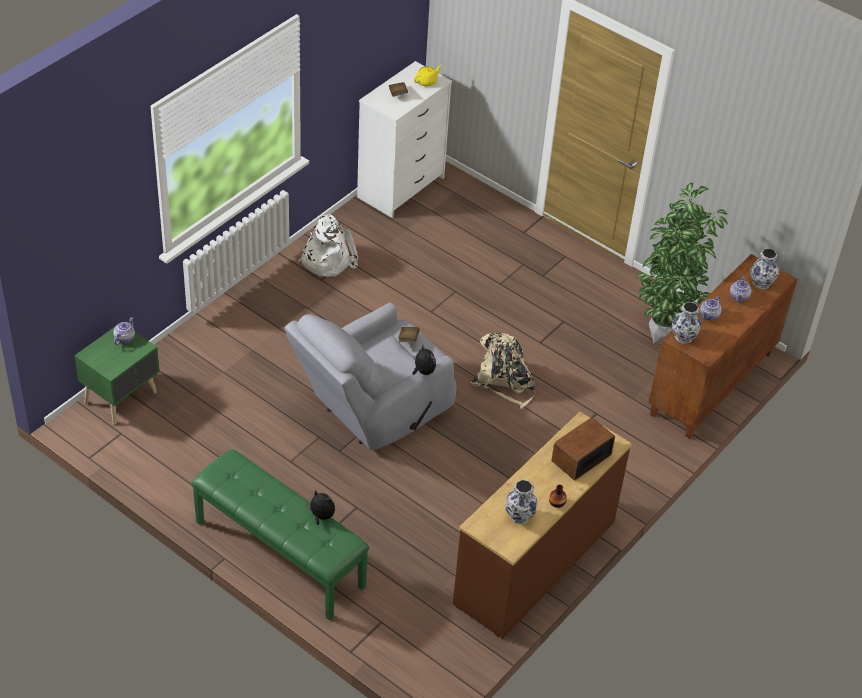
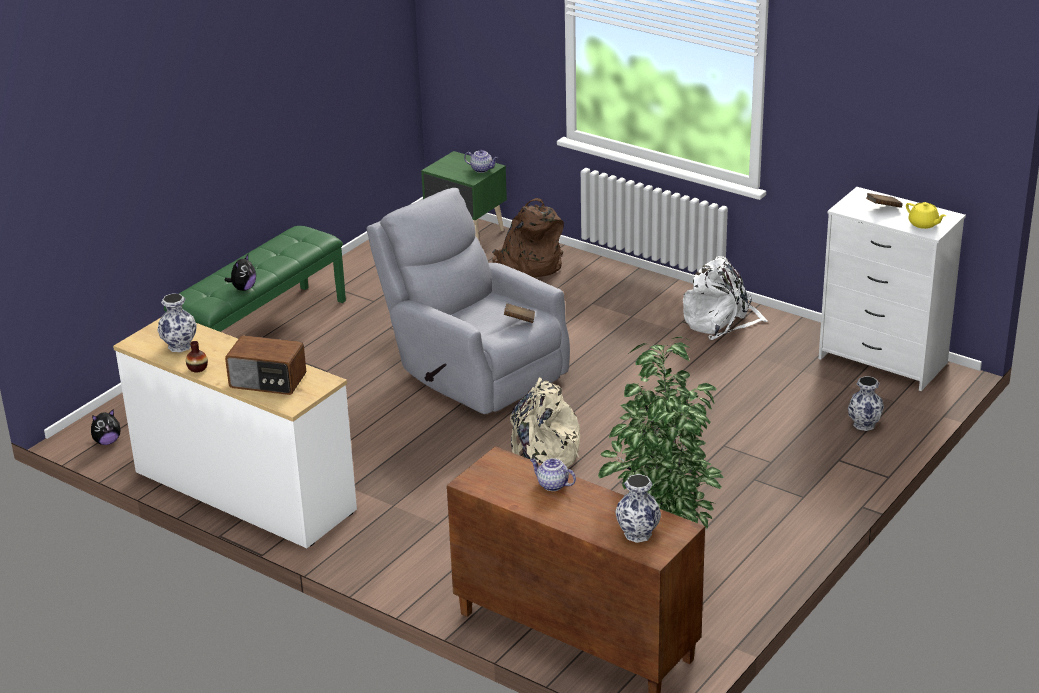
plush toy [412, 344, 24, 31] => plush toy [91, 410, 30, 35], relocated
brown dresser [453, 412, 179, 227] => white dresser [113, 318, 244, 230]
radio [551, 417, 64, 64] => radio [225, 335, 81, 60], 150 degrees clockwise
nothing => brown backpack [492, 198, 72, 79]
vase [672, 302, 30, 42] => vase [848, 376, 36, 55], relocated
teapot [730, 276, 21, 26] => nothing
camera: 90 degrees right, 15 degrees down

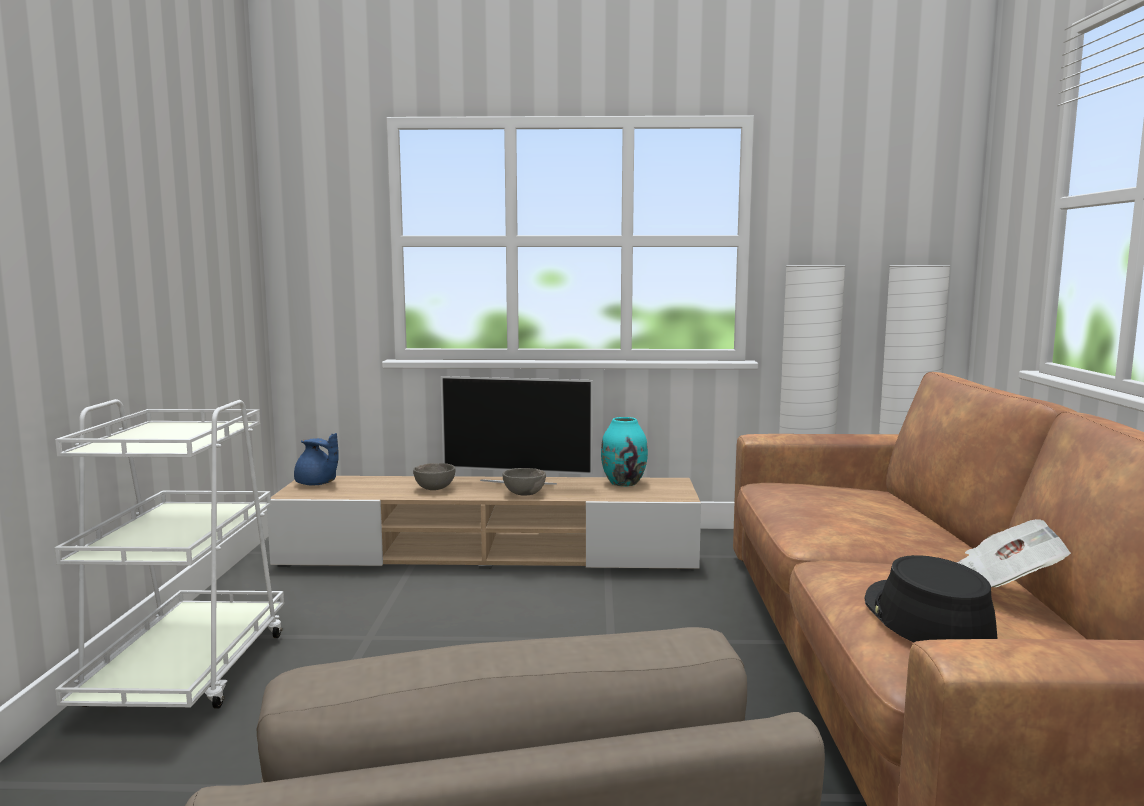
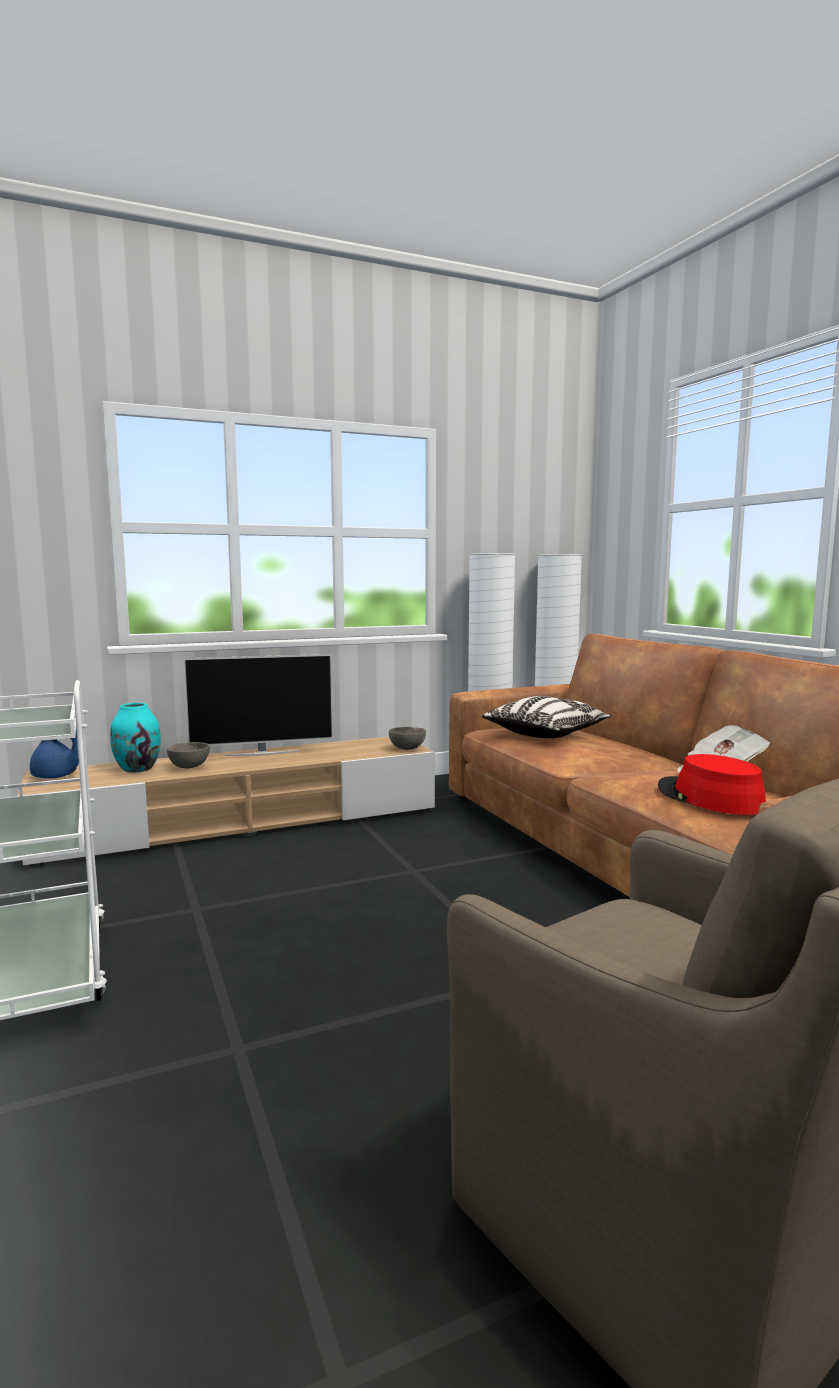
turquoise vase [601, 417, 47, 70] => turquoise vase [110, 703, 51, 70], relocated
grey bowl [502, 468, 44, 27] => grey bowl [389, 727, 37, 23], relocated
nothing => pillow [482, 696, 129, 42]
black hat [865, 555, 132, 87] => red hat [658, 754, 108, 61]
camera: 25 degrees left, 0 degrees up

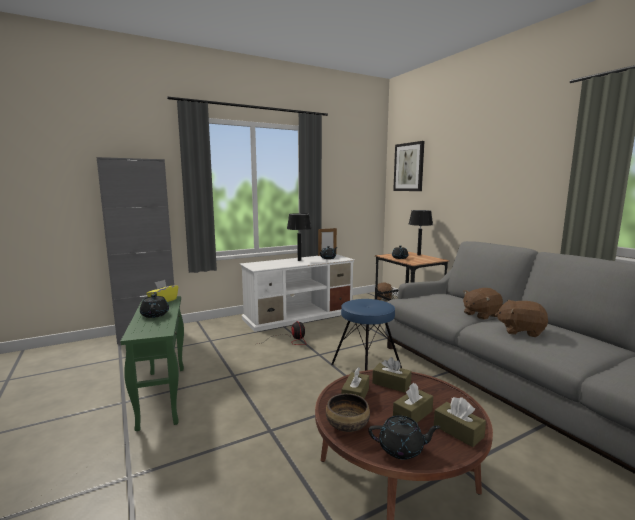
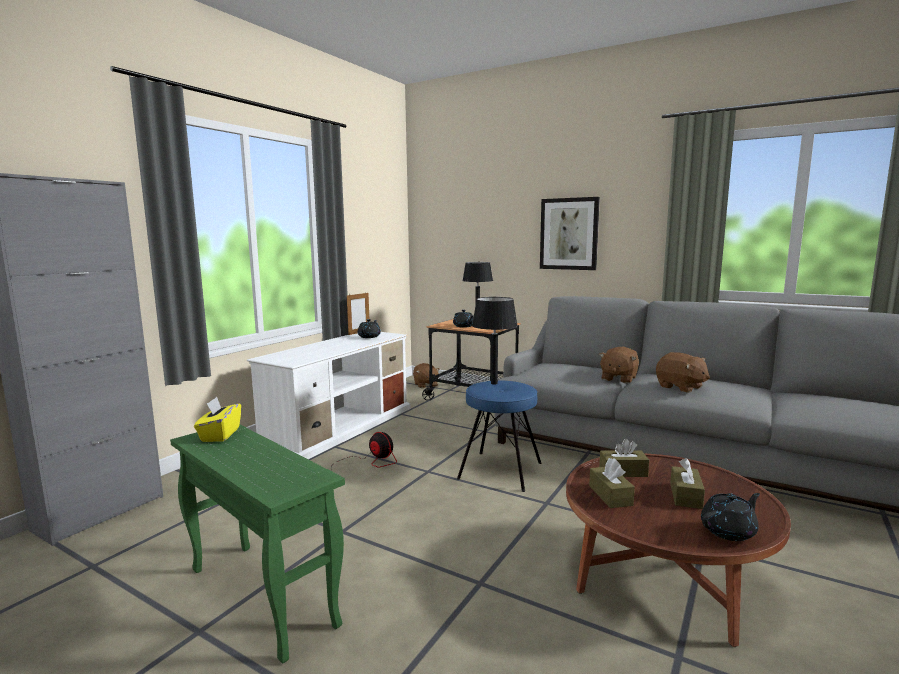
black table lamp [287, 213, 25, 48] => black table lamp [472, 297, 46, 87], relocated
picture [393, 141, 31, 50] => picture [540, 197, 60, 73], relocated
brown plush toy [495, 300, 53, 37] => brown plush toy [656, 352, 54, 41], 120 degrees counterclockwise
black teapot [140, 293, 29, 25] => nothing
bowl [326, 393, 44, 39] => nothing
brown tissue box [434, 397, 52, 50] => nothing
camera: 30 degrees left, 0 degrees up

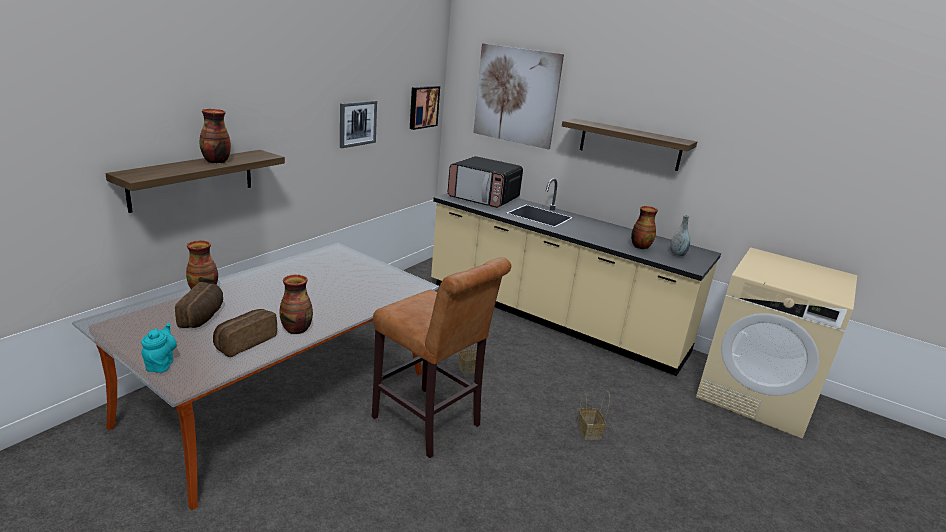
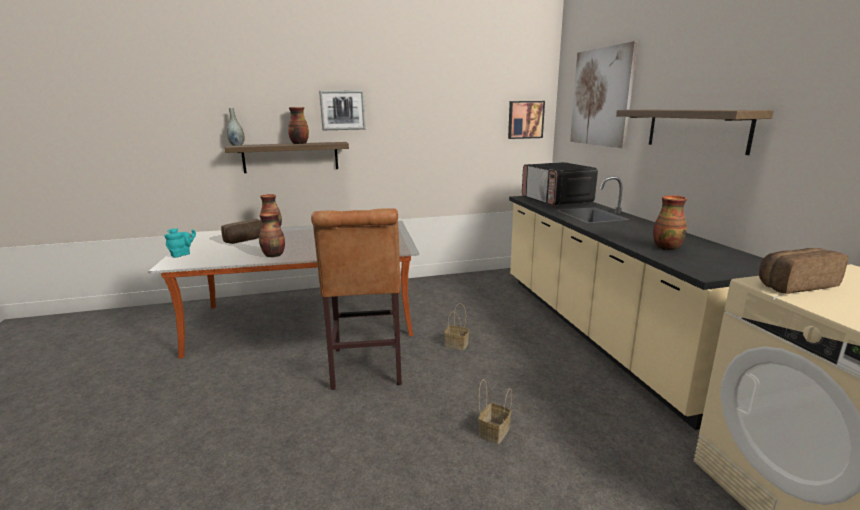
grey vase [670, 215, 20, 42] => grey vase [227, 108, 17, 38], relocated
picture [340, 100, 37, 48] => picture [319, 90, 47, 40], relocated
bread [213, 309, 64, 48] => bread [759, 248, 89, 46], relocated
camera: 45 degrees right, 5 degrees down

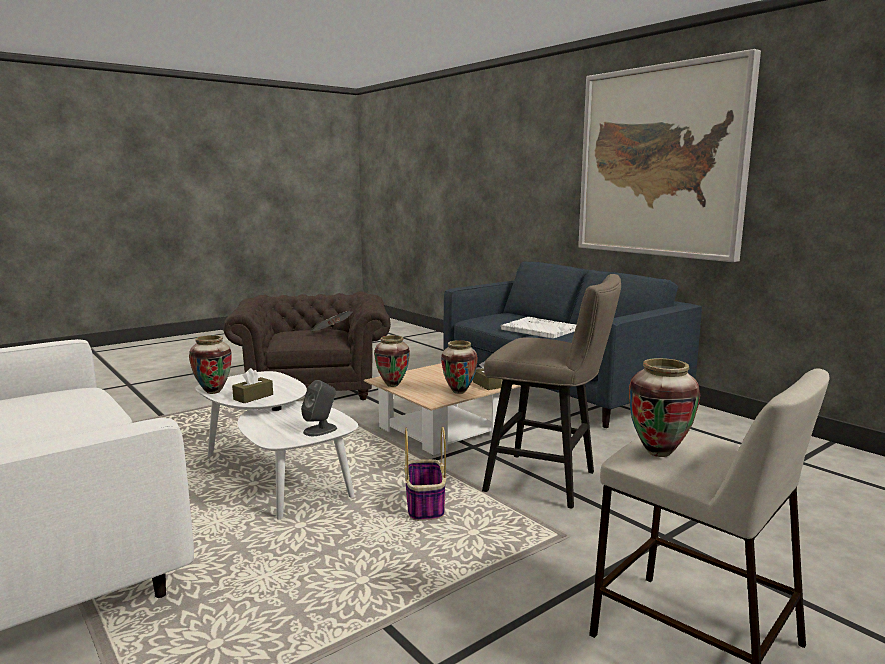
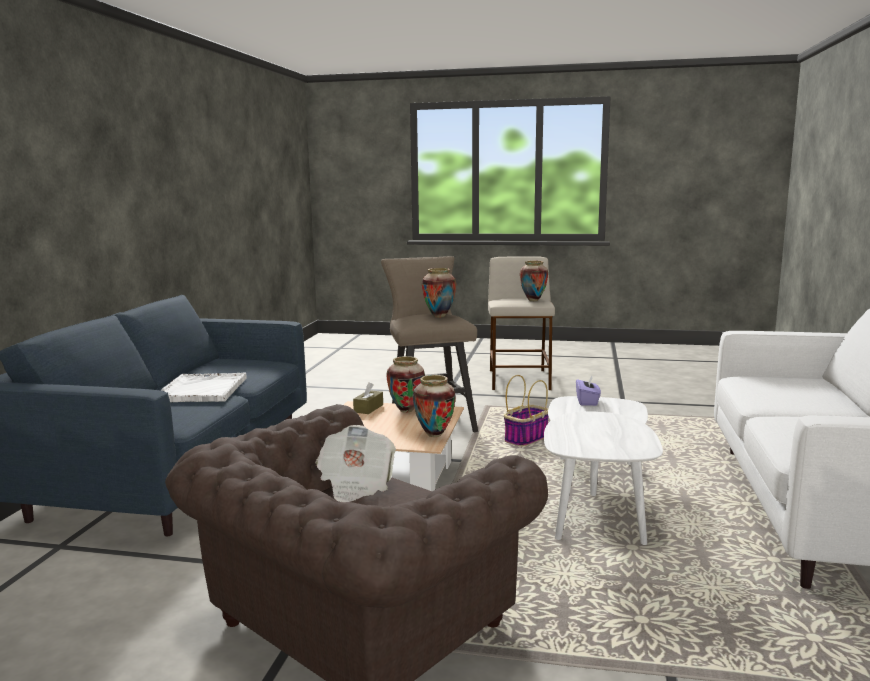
vase [189, 335, 43, 59] => vase [422, 268, 34, 50], relocated
grey speaker [301, 380, 36, 56] => purple tissue box [576, 375, 25, 31]
brown tissue box [232, 368, 41, 35] => nothing
picture [578, 49, 183, 213] => nothing
camera: 130 degrees left, 0 degrees up

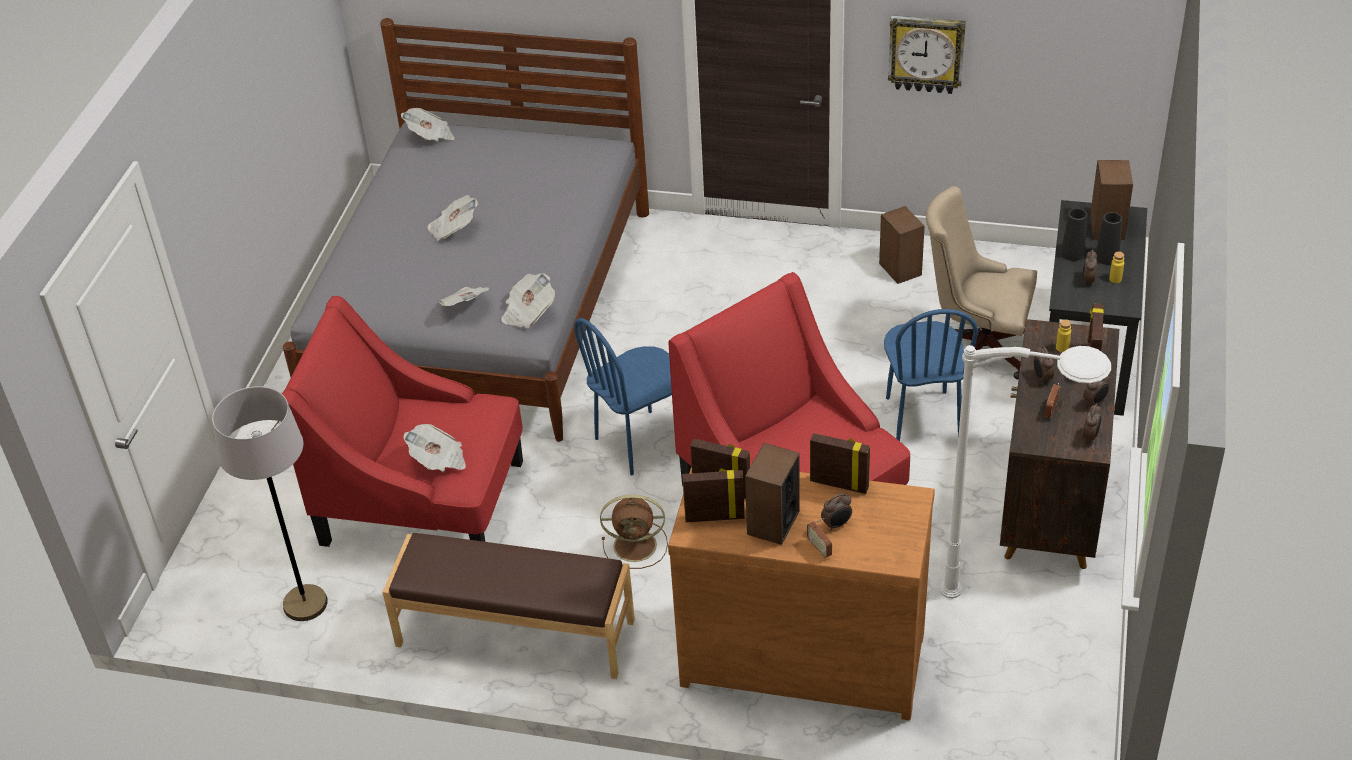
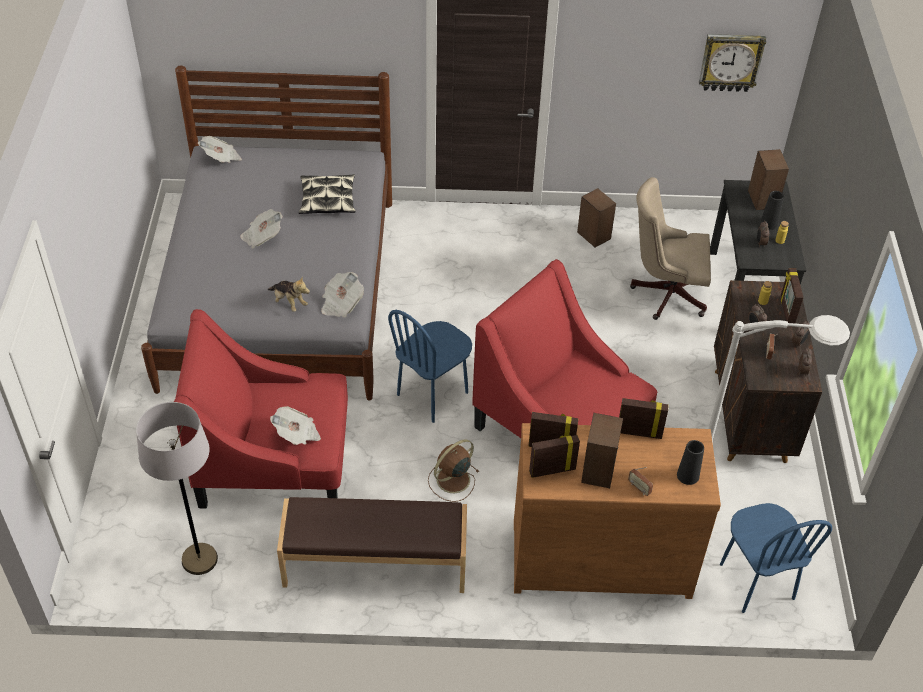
newspaper [439, 287, 50, 19] => plush toy [268, 276, 42, 36]
nothing => pillow [299, 174, 57, 40]
brown fan [600, 495, 68, 74] => brown fan [428, 439, 51, 63], 150 degrees clockwise
black vase [1061, 208, 26, 53] => black vase [677, 440, 27, 45], relocated
wall clock [888, 15, 78, 79] => wall clock [699, 34, 67, 58], relocated
blue chair [884, 309, 94, 132] => blue chair [720, 503, 112, 110], relocated
alarm clock [821, 493, 31, 38] => nothing
camera: 15 degrees left, 5 degrees up

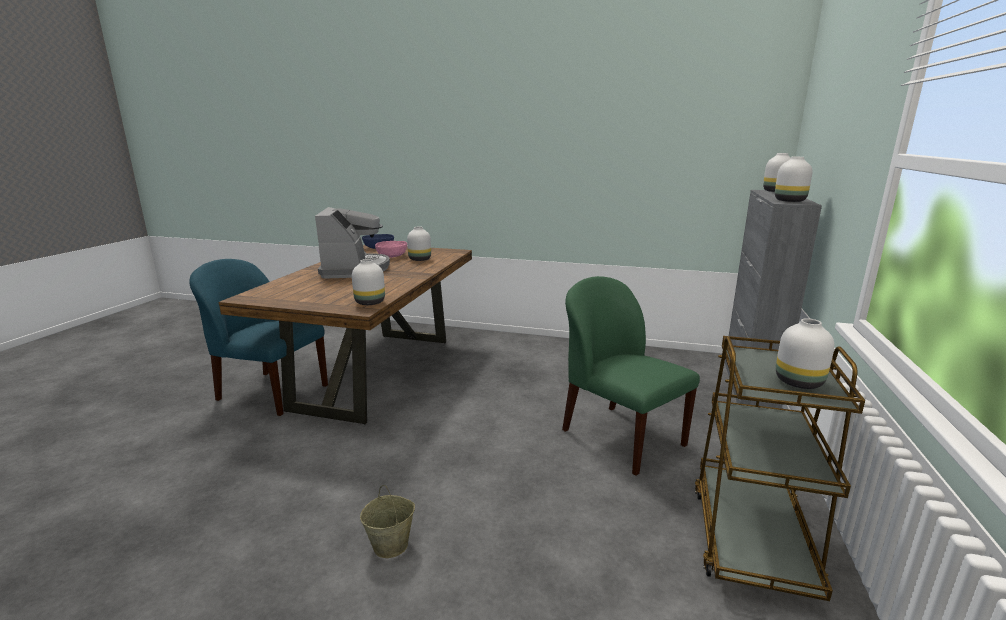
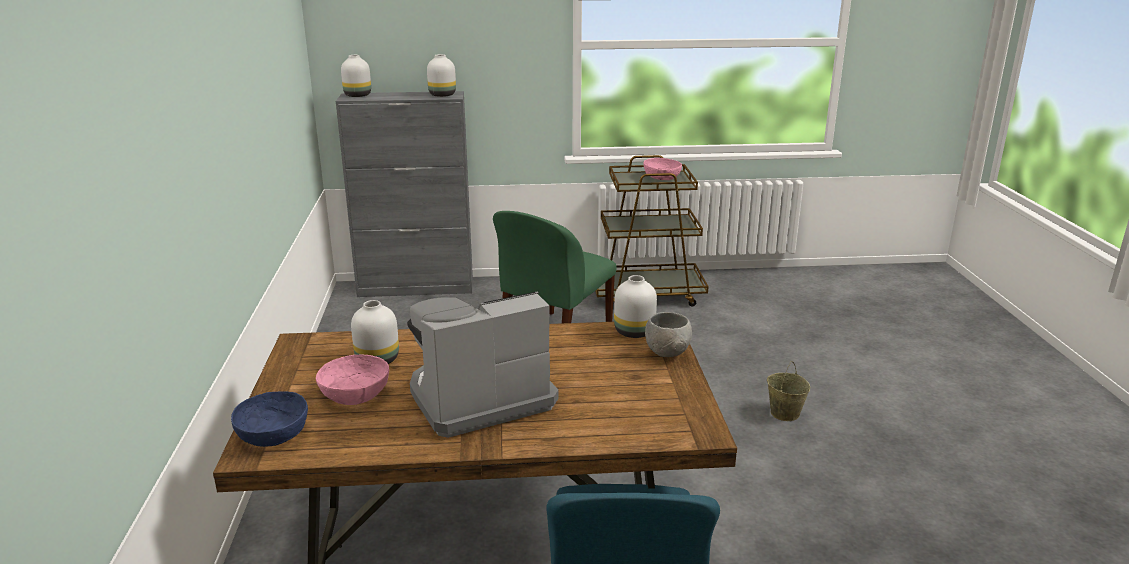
white vase [776, 318, 58, 71] => pink bowl [643, 158, 39, 22]
nothing => grey bowl [645, 312, 47, 45]
camera: 110 degrees left, 5 degrees up

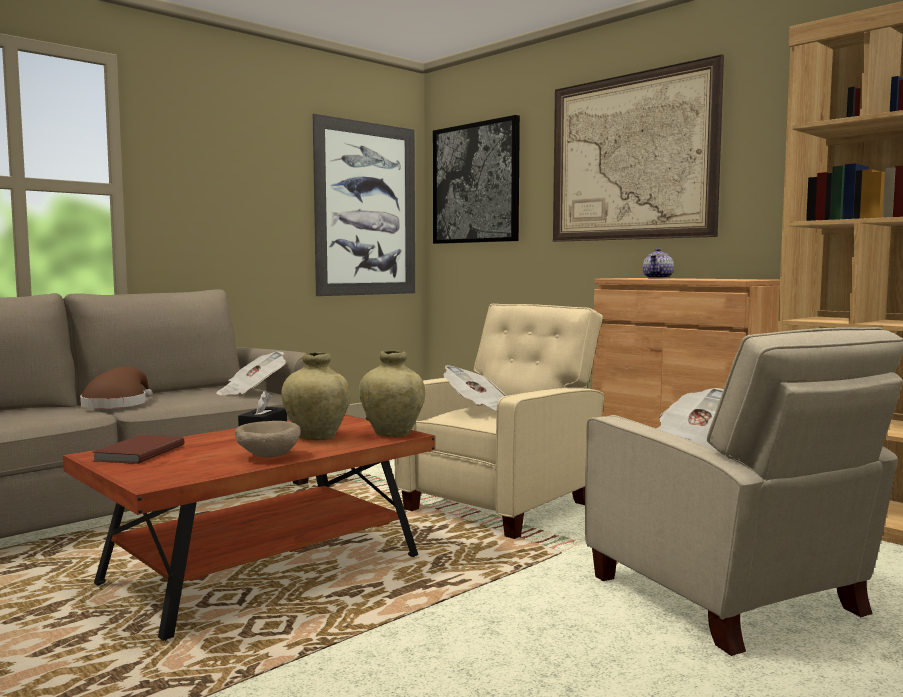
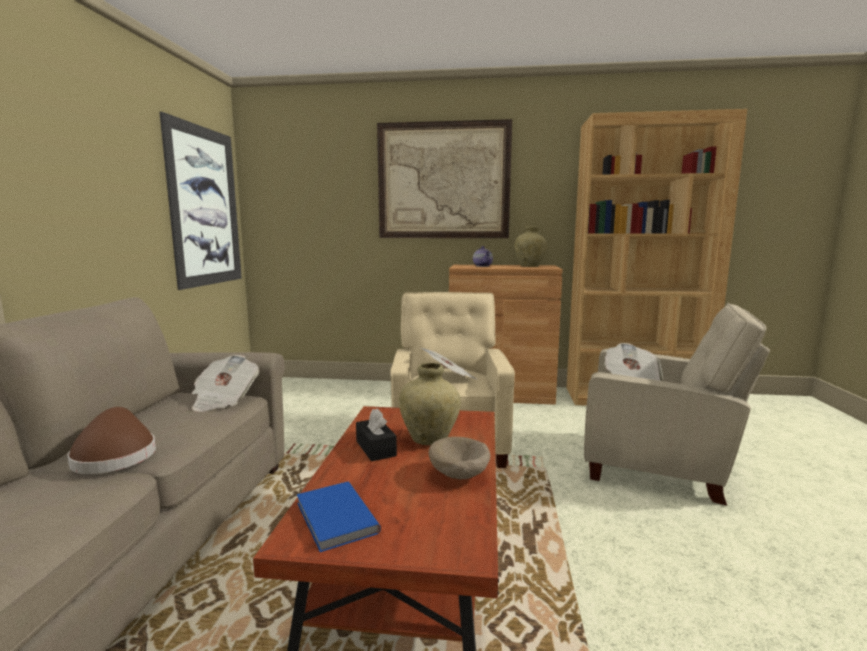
brown book [93, 435, 91, 29] => blue book [297, 482, 84, 70]
beige vase [359, 350, 67, 87] => beige vase [515, 226, 32, 41], relocated
picture [433, 115, 87, 129] => nothing
camera: 40 degrees left, 5 degrees up

